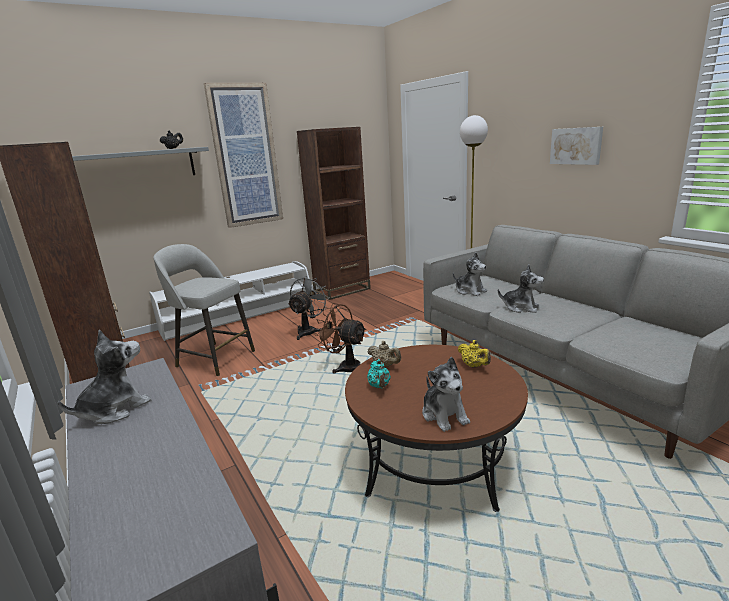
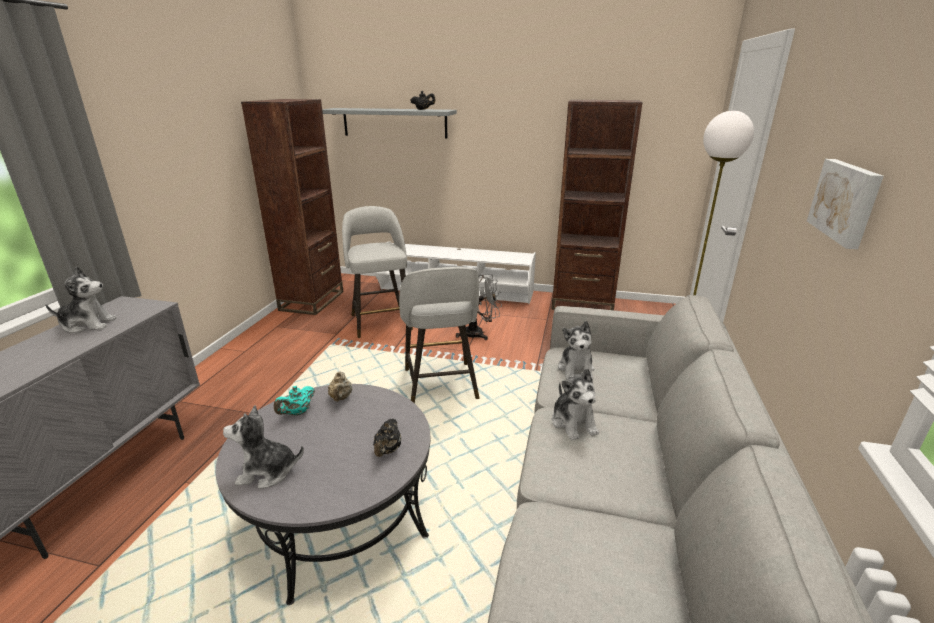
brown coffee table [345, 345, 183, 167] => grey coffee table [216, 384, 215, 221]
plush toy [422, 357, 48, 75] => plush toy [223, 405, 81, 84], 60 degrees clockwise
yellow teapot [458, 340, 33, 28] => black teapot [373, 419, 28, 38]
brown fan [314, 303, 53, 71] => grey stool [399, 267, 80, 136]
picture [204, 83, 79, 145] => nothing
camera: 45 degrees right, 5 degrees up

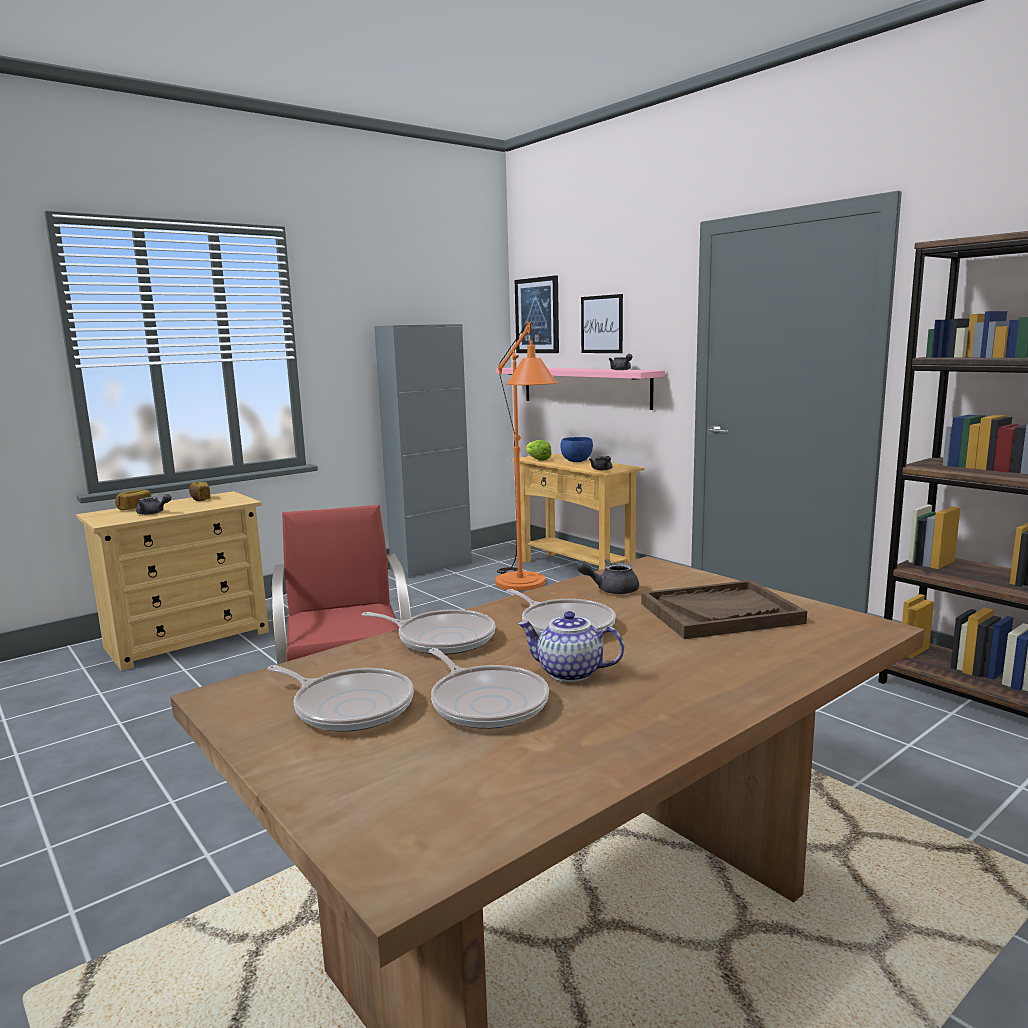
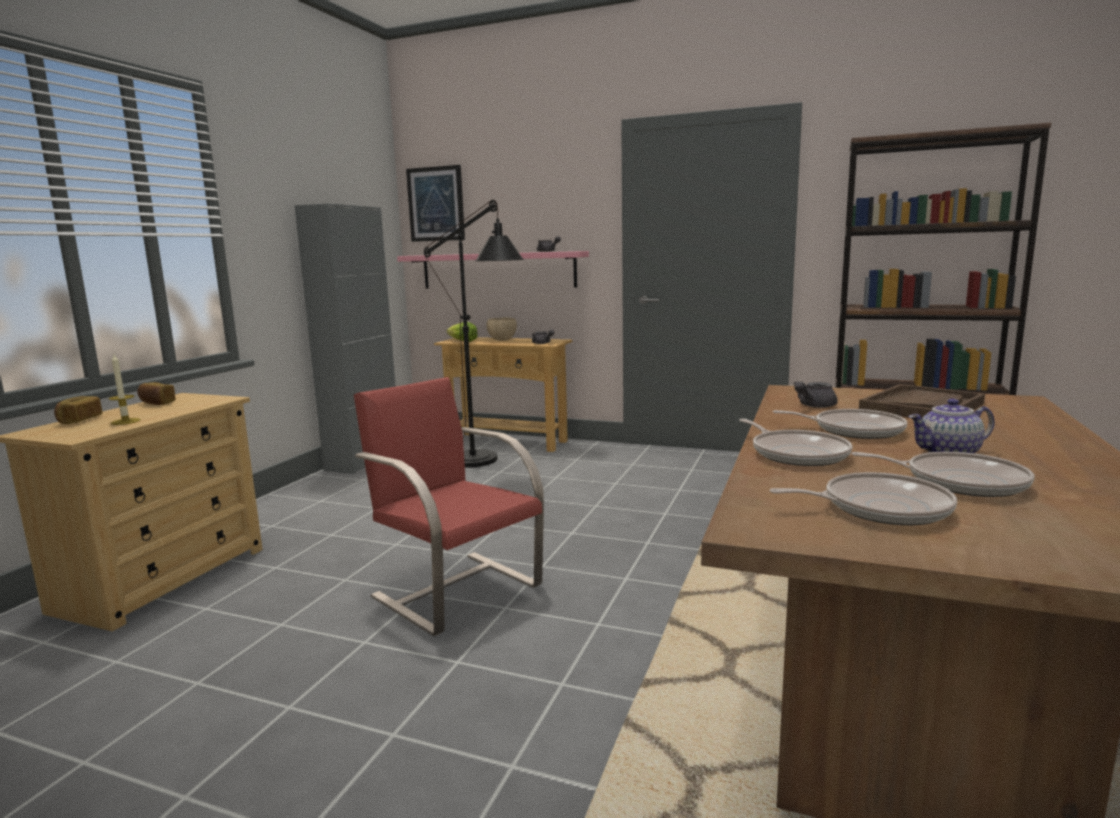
grey teapot [136, 494, 36, 21] => candle [109, 354, 32, 71]
orange floor lamp [495, 321, 63, 270] => black floor lamp [424, 200, 101, 268]
blue bowl [560, 437, 33, 25] => beige bowl [487, 317, 30, 24]
frying pan [362, 609, 133, 46] => frying pan [739, 419, 113, 47], 75 degrees clockwise
picture [581, 294, 42, 59] => nothing
camera: 30 degrees left, 0 degrees up

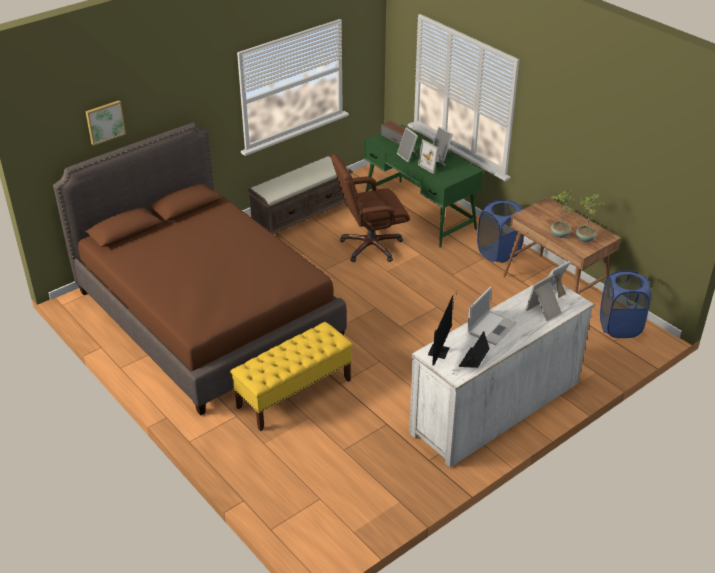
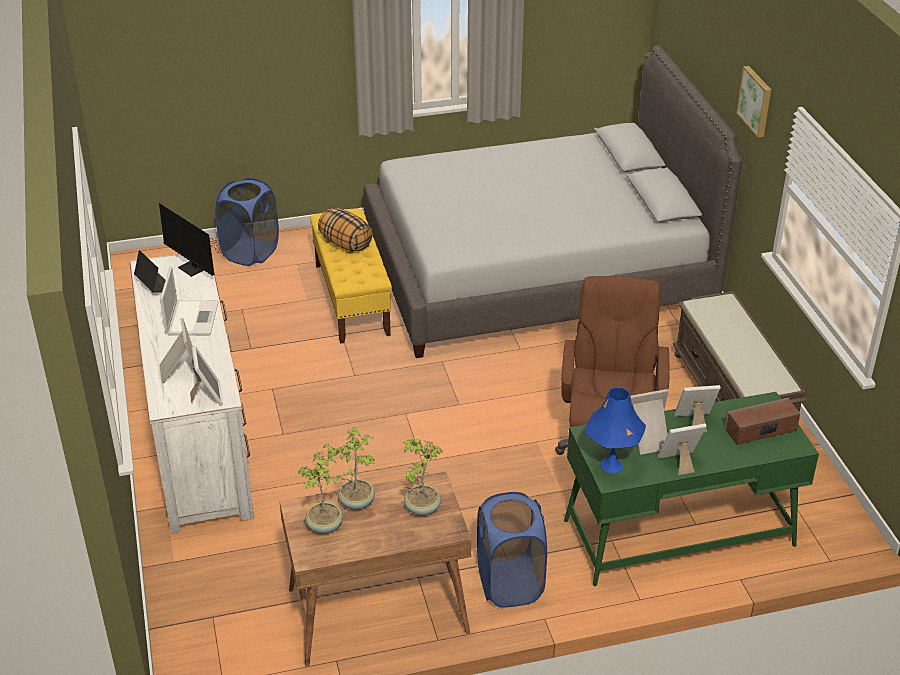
laptop [467, 287, 49, 58] => laptop [160, 267, 59, 69], 150 degrees counterclockwise
blue laundry basket [600, 270, 51, 68] => blue laundry basket [215, 178, 64, 88], relocated
nothing => pillow [318, 208, 55, 44]
brown bed [53, 123, 294, 293] => grey bed [363, 45, 379, 313]
nothing => potted plant [402, 439, 40, 77]
nothing => blue table lamp [585, 387, 61, 87]
picture [85, 100, 41, 46] => picture [736, 66, 35, 72], relocated
camera: 115 degrees right, 0 degrees up

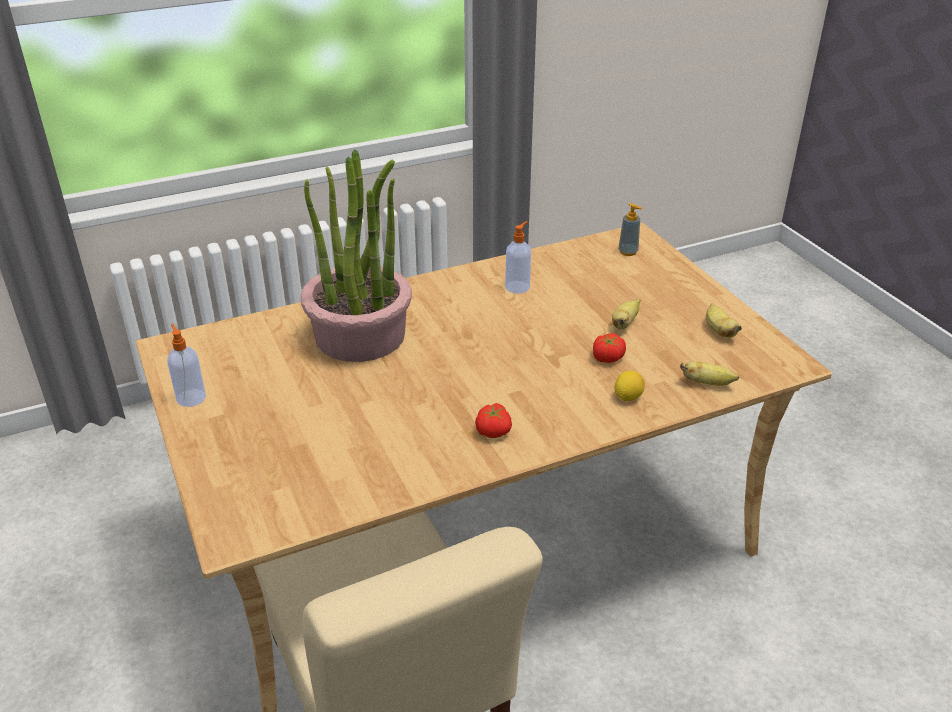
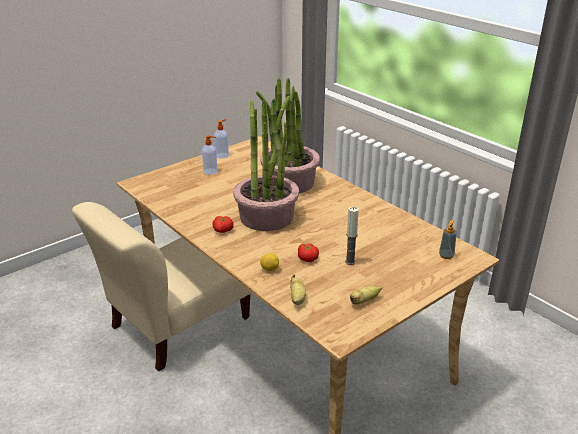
soap dispenser [505, 221, 26, 73] => soap dispenser [202, 135, 16, 40], relocated
nothing => potted plant [233, 96, 66, 135]
banana [612, 299, 28, 31] => candle [345, 207, 14, 58]
camera: 75 degrees right, 5 degrees down

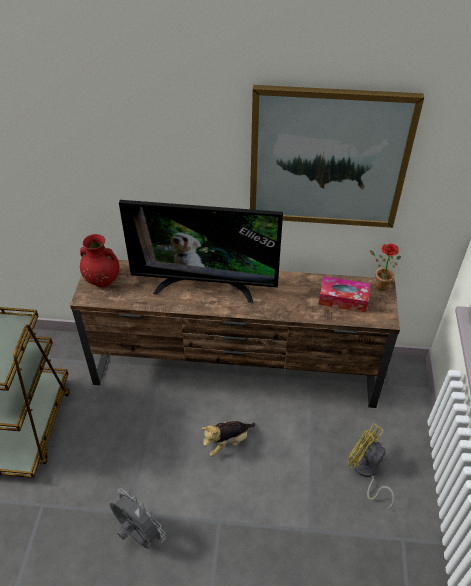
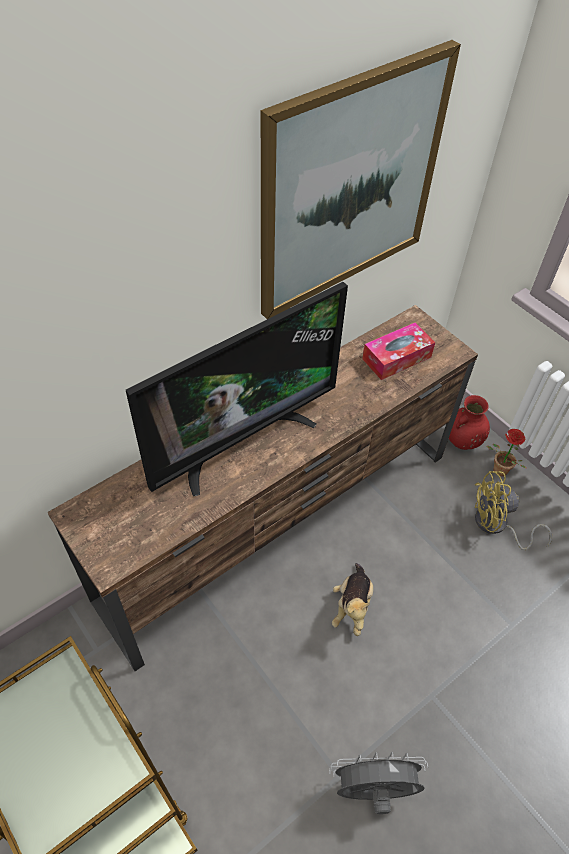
red vase [80, 234, 39, 53] => red vase [449, 395, 41, 55], relocated
potted plant [370, 244, 31, 47] => potted plant [486, 429, 40, 47], relocated
camera: 45 degrees left, 5 degrees up

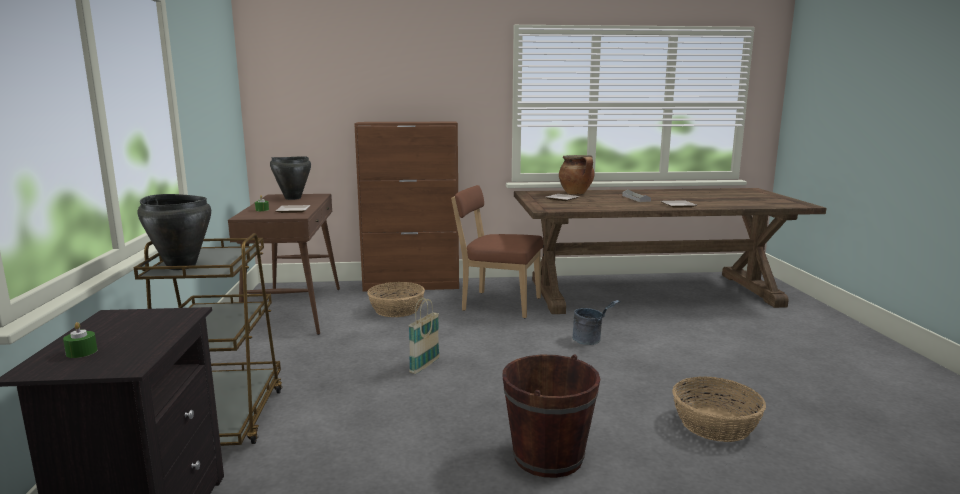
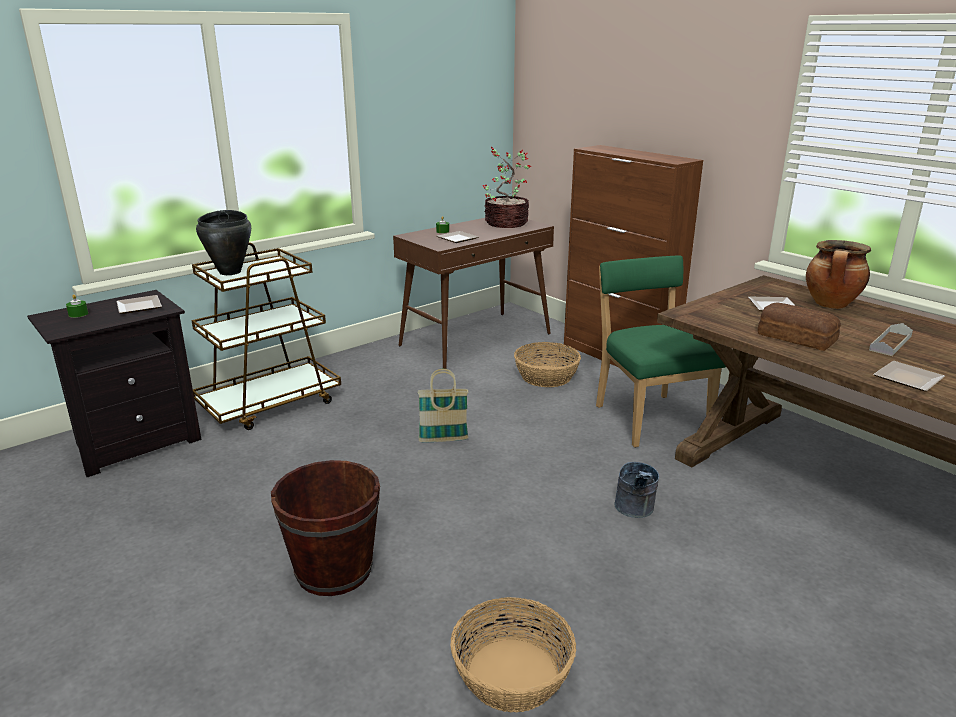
nothing => plate [116, 295, 46, 18]
black cooking pot [270, 156, 41, 44] => potted plant [483, 146, 48, 82]
brown chair [451, 185, 92, 133] => green chair [596, 255, 130, 193]
nothing => bread [757, 302, 84, 49]
camera: 55 degrees right, 10 degrees up

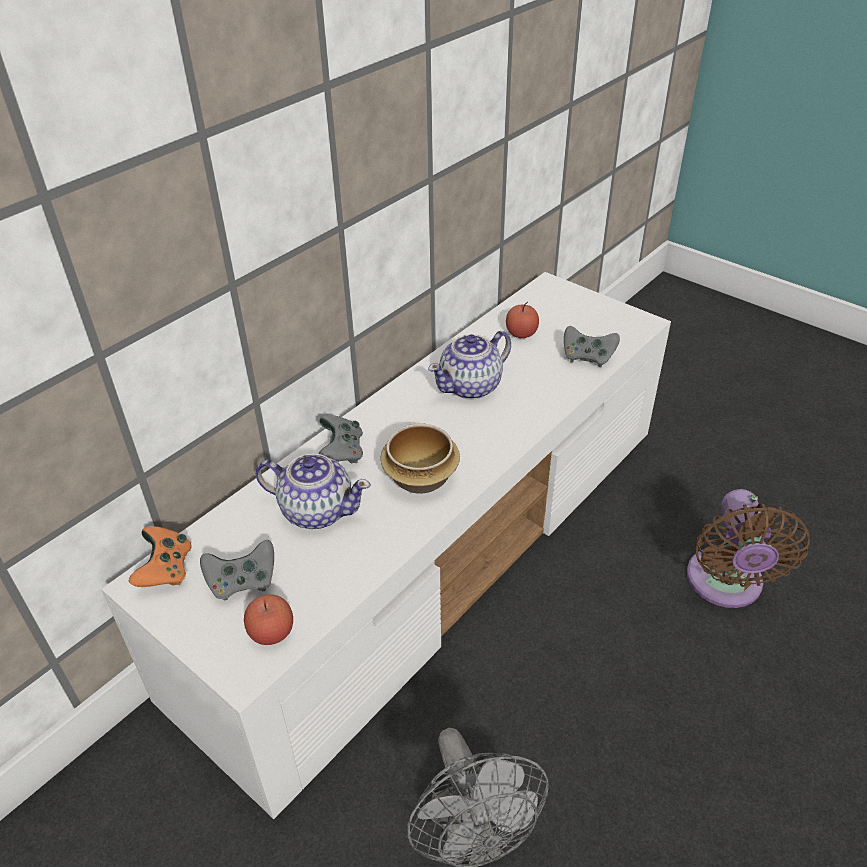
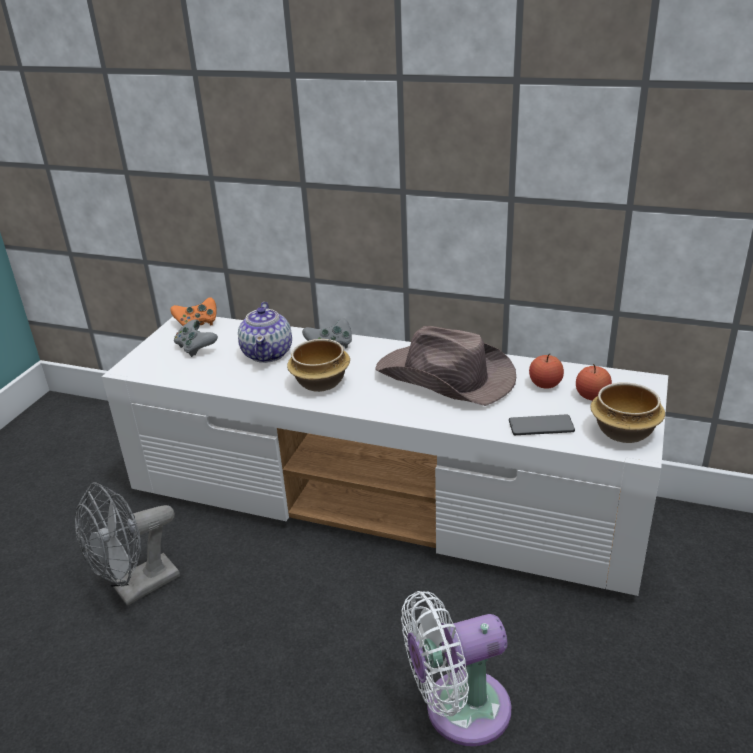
teapot [428, 331, 83, 69] => brown hat [375, 326, 141, 80]
brown fan [687, 489, 123, 119] => white fan [401, 591, 110, 155]
grey game controller [564, 326, 56, 41] => phone [509, 414, 66, 21]
apple [244, 594, 49, 51] => apple [576, 364, 36, 36], relocated
nothing => bowl [590, 382, 75, 61]
camera: 70 degrees right, 10 degrees down

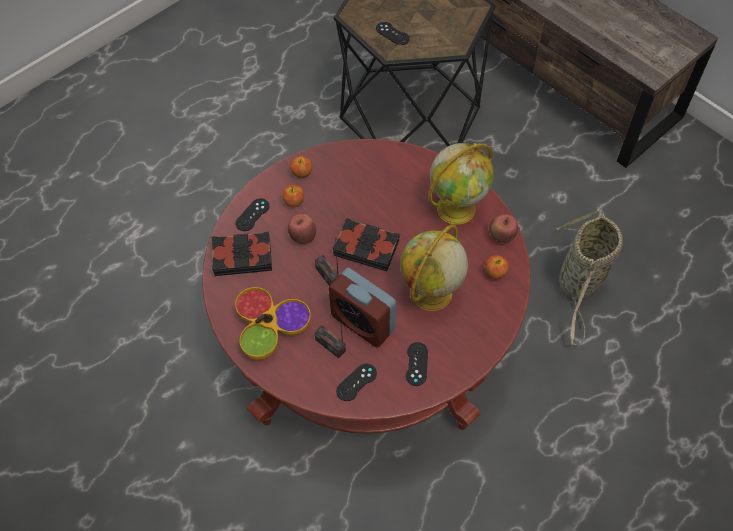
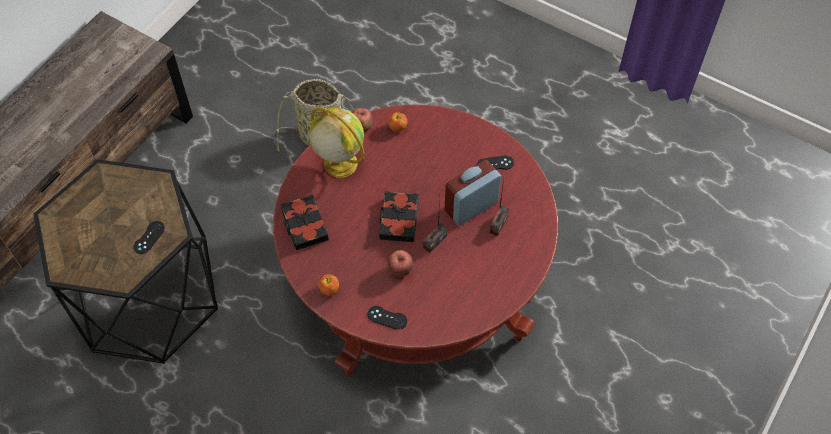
black book [212, 232, 60, 44] => black book [281, 194, 48, 56], relocated
alarm clock [329, 268, 67, 80] => alarm clock [445, 160, 56, 66], 150 degrees counterclockwise
bowl [235, 287, 76, 73] => nothing
apple [283, 185, 21, 23] => nothing
black game controller [336, 363, 41, 38] => nothing
globe [400, 224, 68, 87] => nothing
camera: 105 degrees left, 0 degrees up

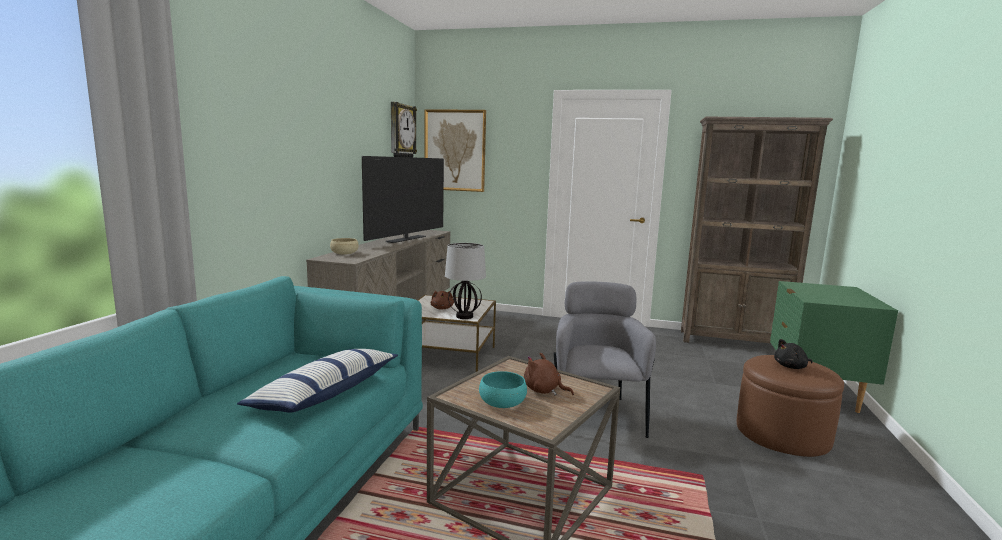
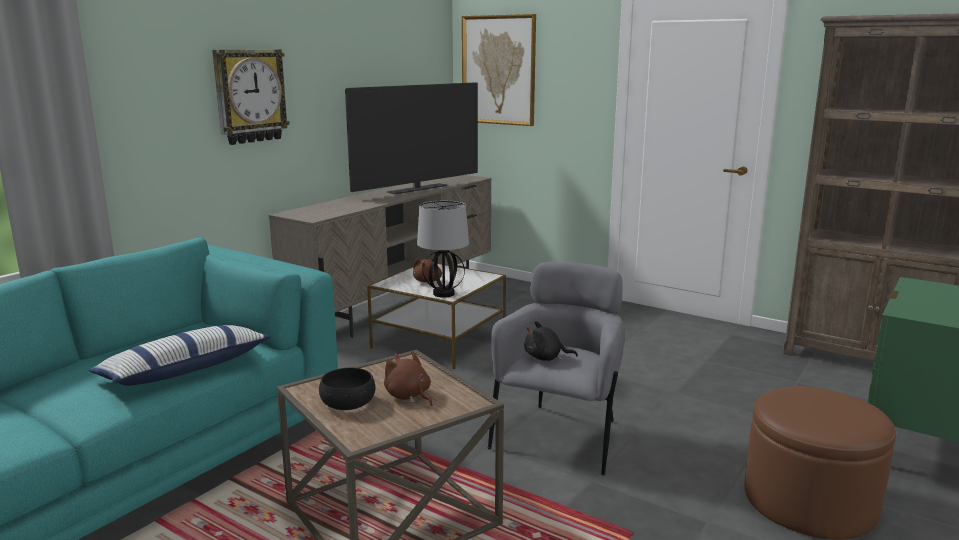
wall clock [391, 102, 26, 55] => wall clock [212, 50, 78, 95], relocated
turquoise bowl [479, 371, 48, 37] => black bowl [319, 367, 56, 43]
black plush toy [774, 339, 39, 30] => black plush toy [524, 321, 54, 40], relocated
beige bowl [330, 238, 29, 17] => nothing
camera: 20 degrees right, 5 degrees up

